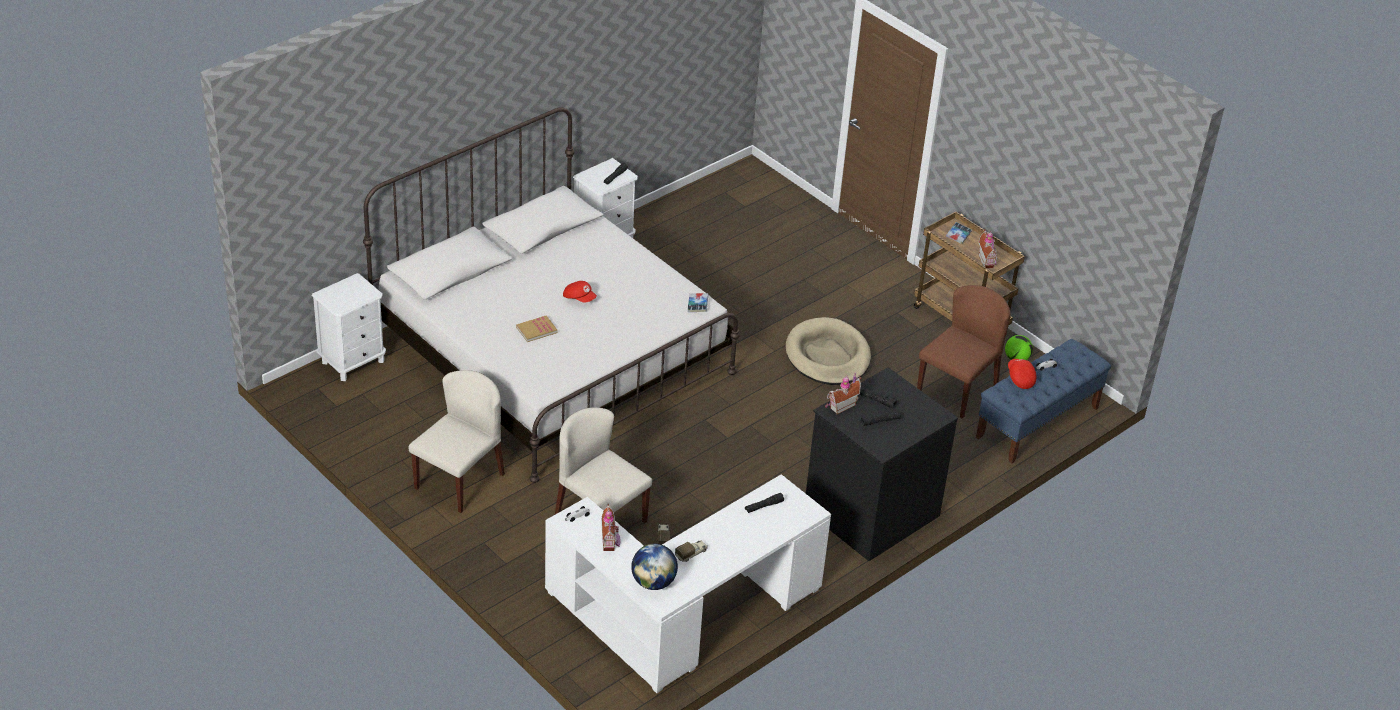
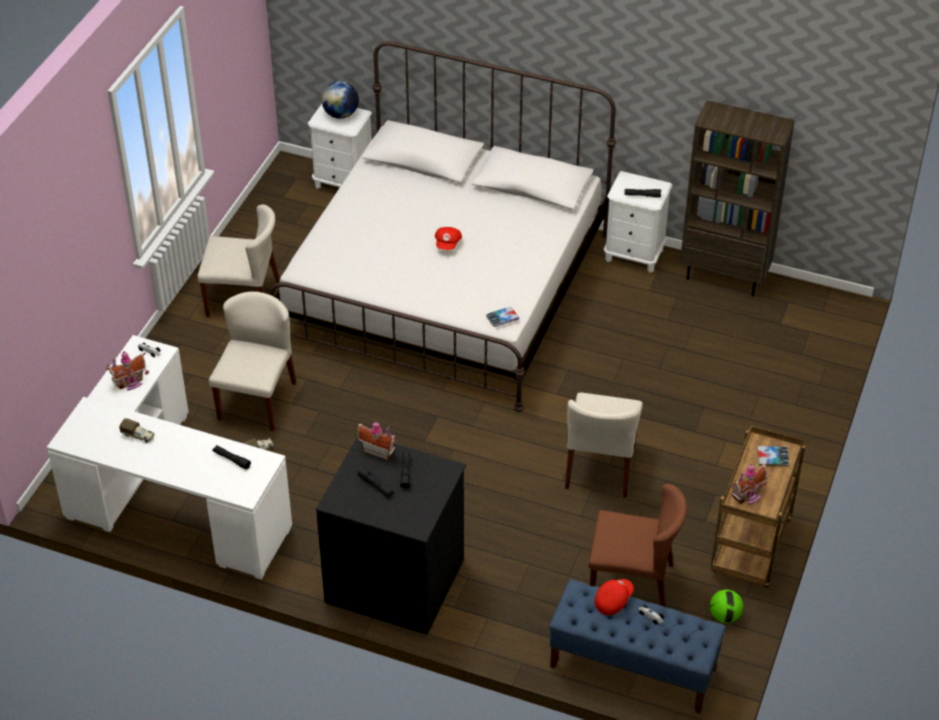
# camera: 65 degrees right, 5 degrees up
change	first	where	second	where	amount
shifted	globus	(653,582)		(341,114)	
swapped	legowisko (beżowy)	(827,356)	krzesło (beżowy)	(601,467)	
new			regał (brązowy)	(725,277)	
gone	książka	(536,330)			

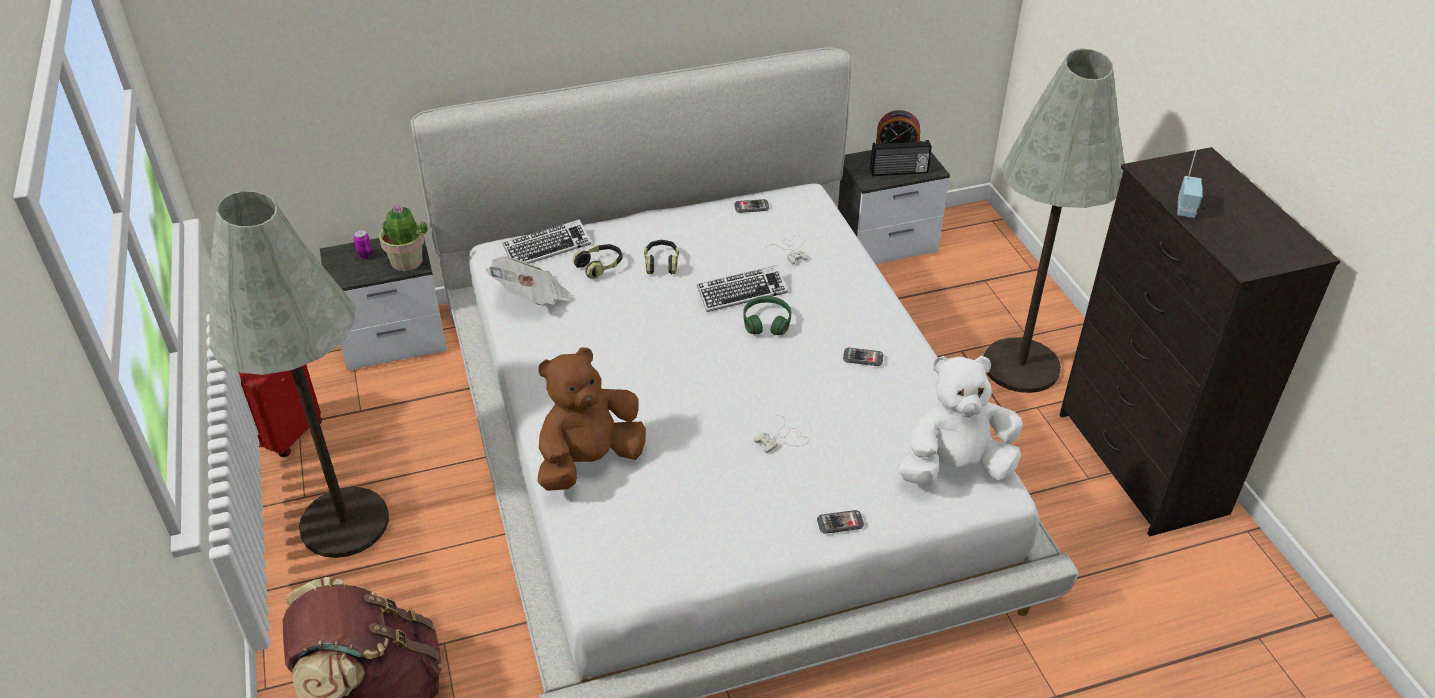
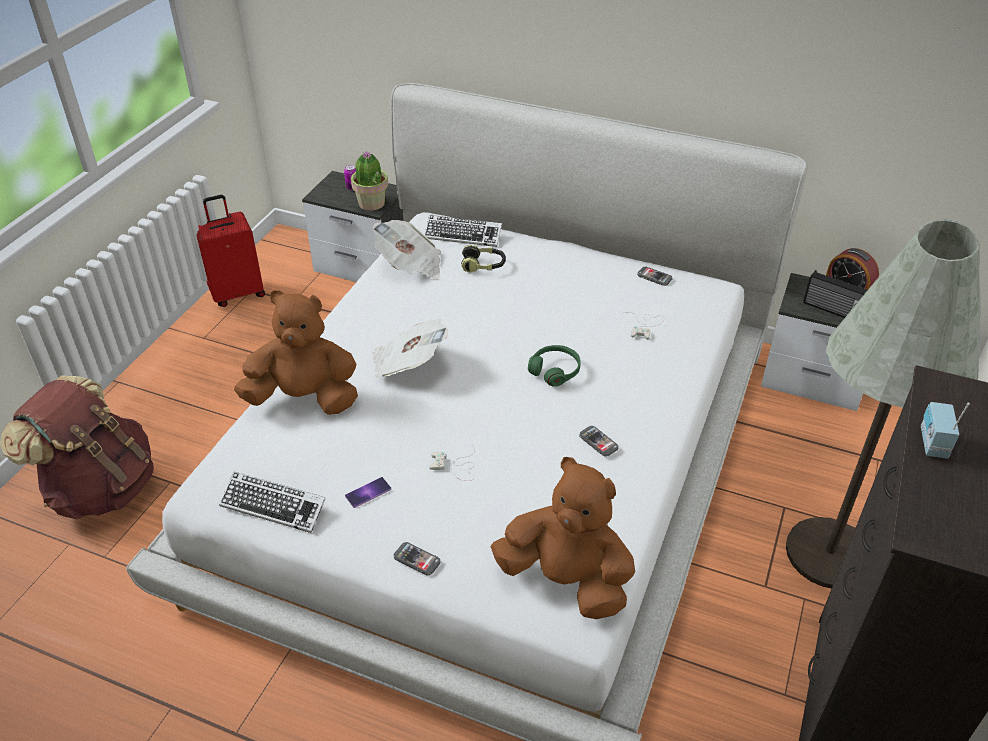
# camera: 40 degrees right, 0 degrees up
change	first	where	second	where	amount
shifted	klawiatura	(742,293)		(273,506)	
new			telefon	(368,492)	
new			gazeta	(408,364)	
repainted	pluszak (biały)	(955,468)	pluszak (brązowy)	(566,580)	
rotated	radio	(1187,209)		(931,443)	135 degrees clockwise
gone	lampa stojąca (szary)	(344,523)			
gone	słuchawki	(661,263)			

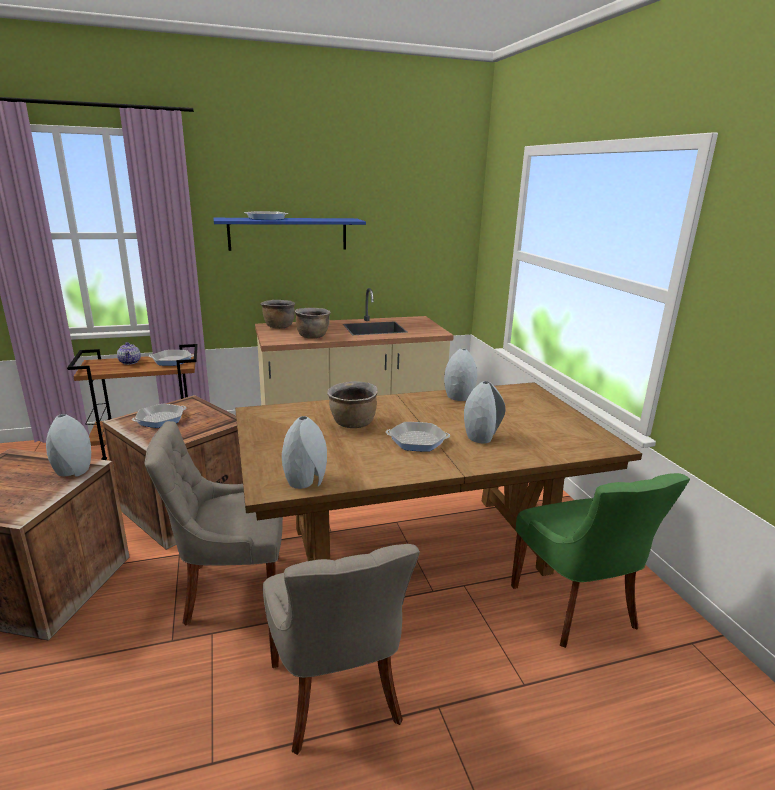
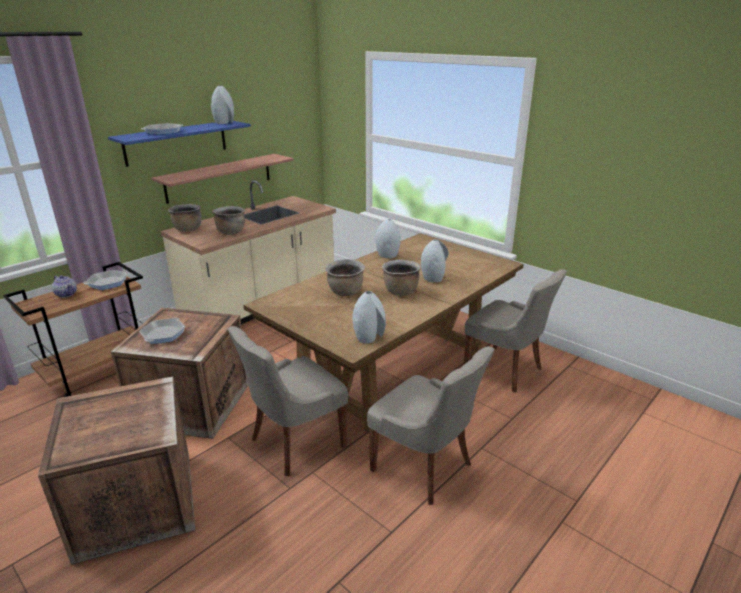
# camera: 30 degrees left, 5 degrees up
change	first	where	second	where	amount
new			półka	(219,177)	
shifted	wazon (szary)	(74,471)		(225,123)	
swapped	patelnia	(417,441)	garnek (brązowy)	(400,291)	
repainted	krzesło (zielony)	(575,608)	krzesło (szary)	(505,370)	

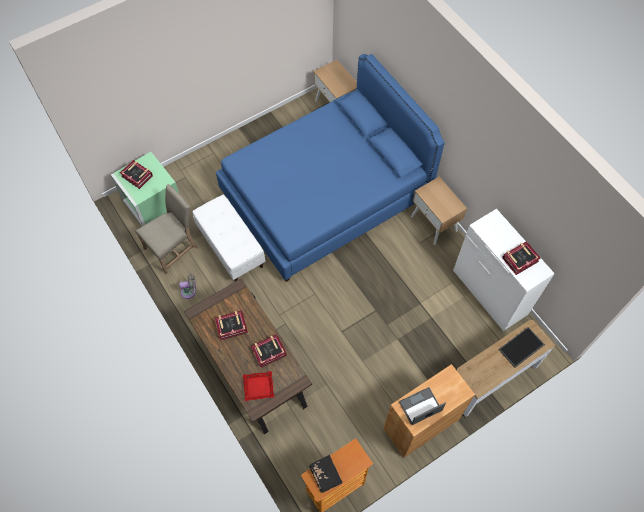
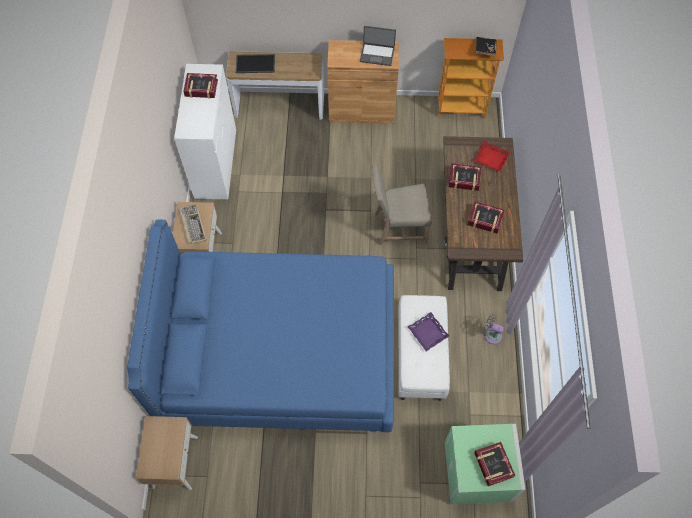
# camera: 145 degrees left, 0 degrees up
change	first	where	second	where	amount
new			klawiatura	(192,224)	
shifted	krzesło (beżowy)	(173,248)		(398,227)	
new			taca (fioletowy)	(428,333)	

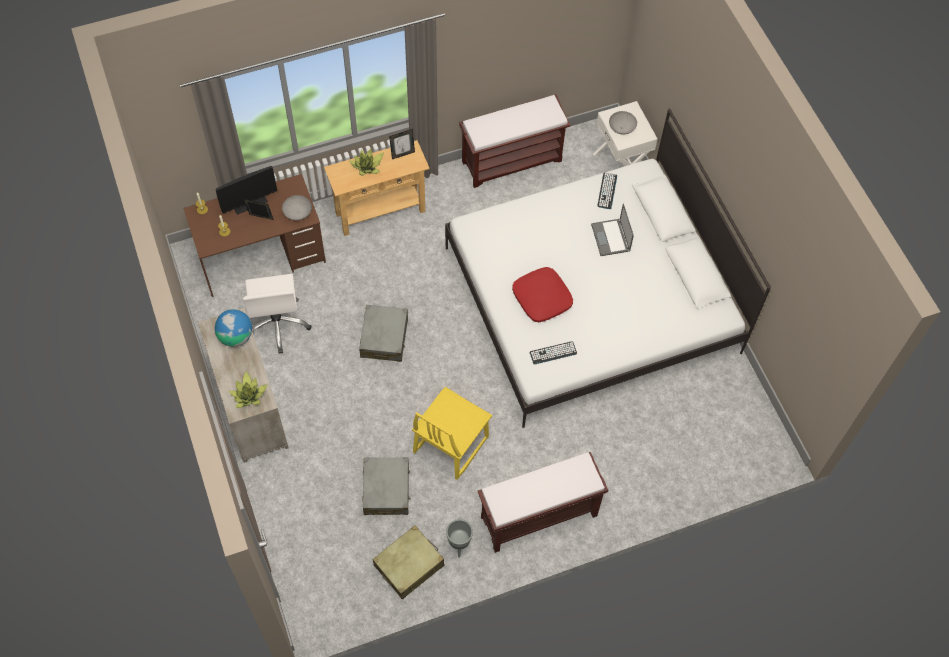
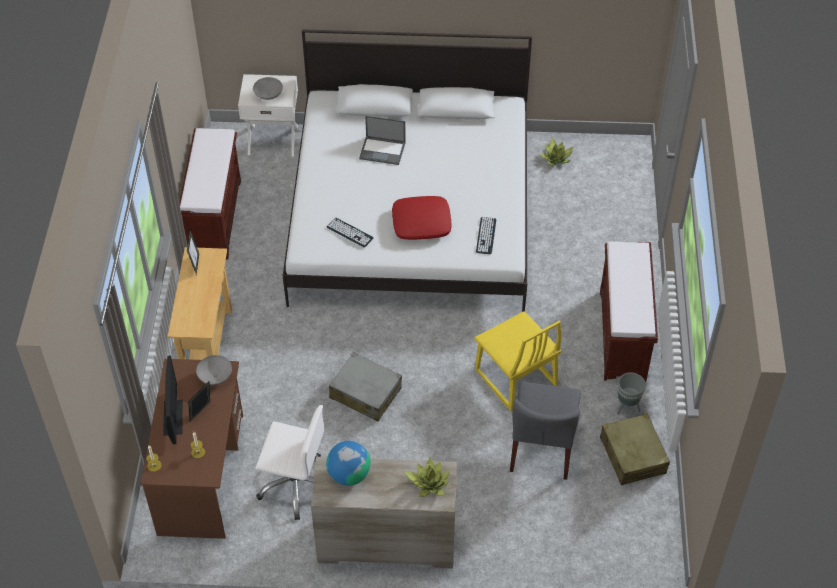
# camera: 65 degrees left, 10 degrees down
change	first	where	second	where	amount
shifted	klawiatura	(607,191)		(350,233)	
swapped	walizka (szary)	(386,490)	krzesło (szary)	(542,448)	
shifted	roślina doniczkowa	(367,167)		(556,158)	

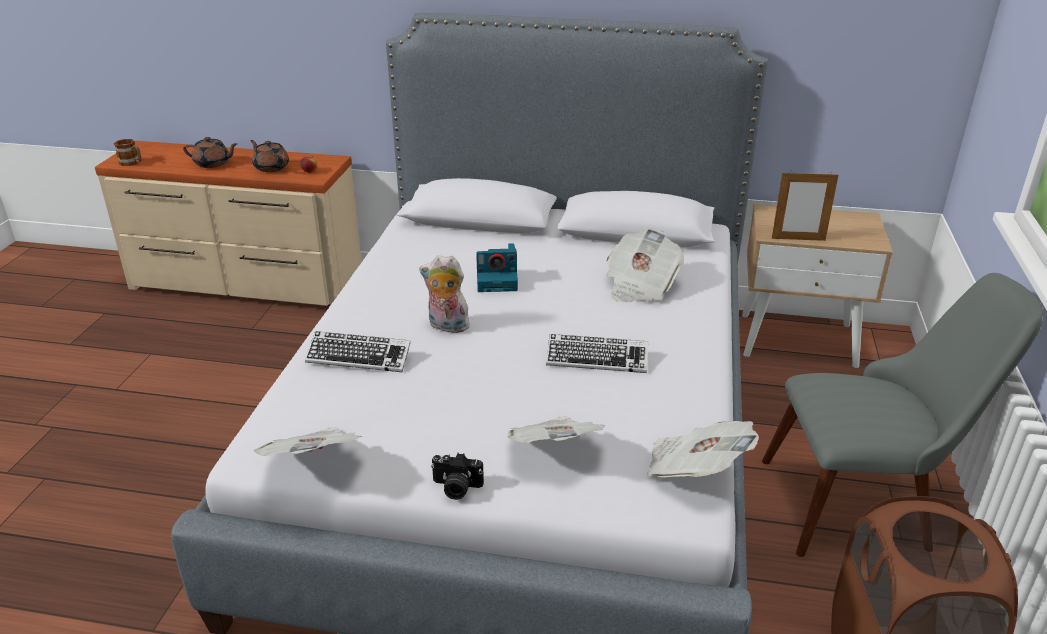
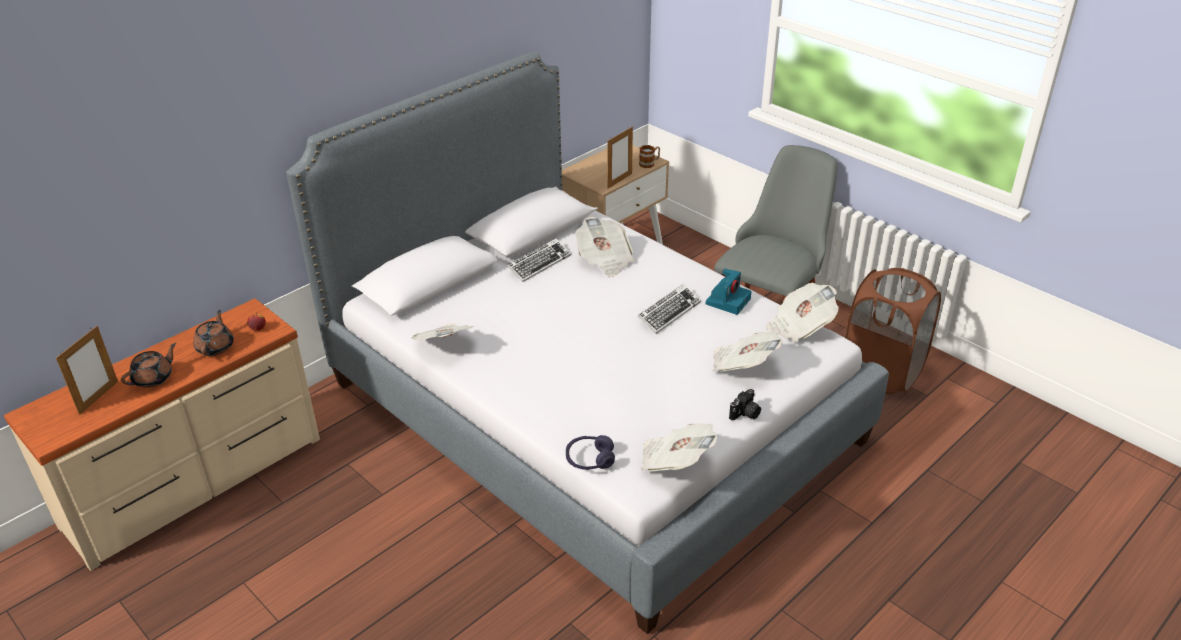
# camera: 55 degrees left, 5 degrees up
change	first	where	second	where	amount
new			ramka na zdjęcie	(98,397)	
rotated	imbryk (brązowy)	(271,167)		(216,347)	105 degrees clockwise
new			gazeta	(444,345)	
shifted	klawiatura	(359,357)		(539,263)	
new			słuchawki (fioletowy)	(590,459)	
shifted	kubek	(132,163)		(649,163)	
shifted	aparat fotograficzny	(498,280)		(728,301)	
gone	pluszak	(446,327)			

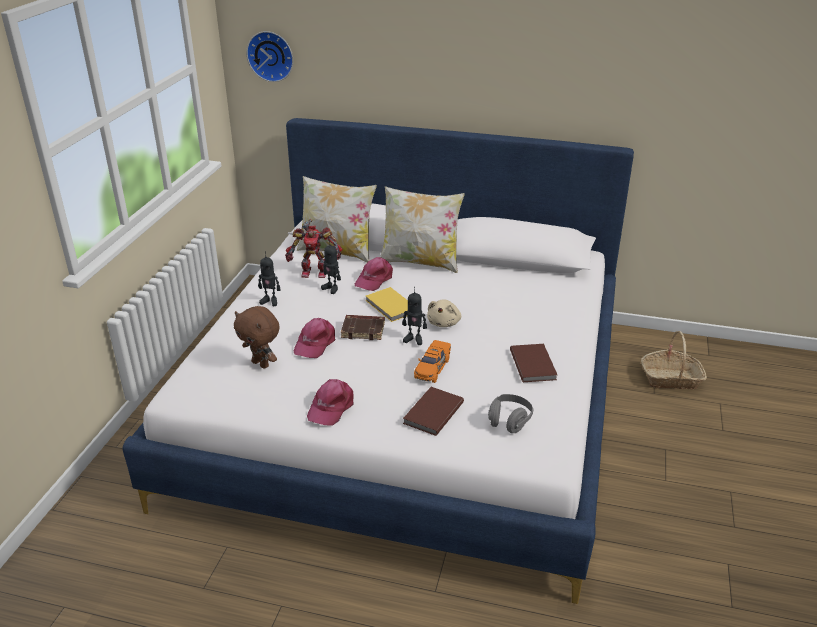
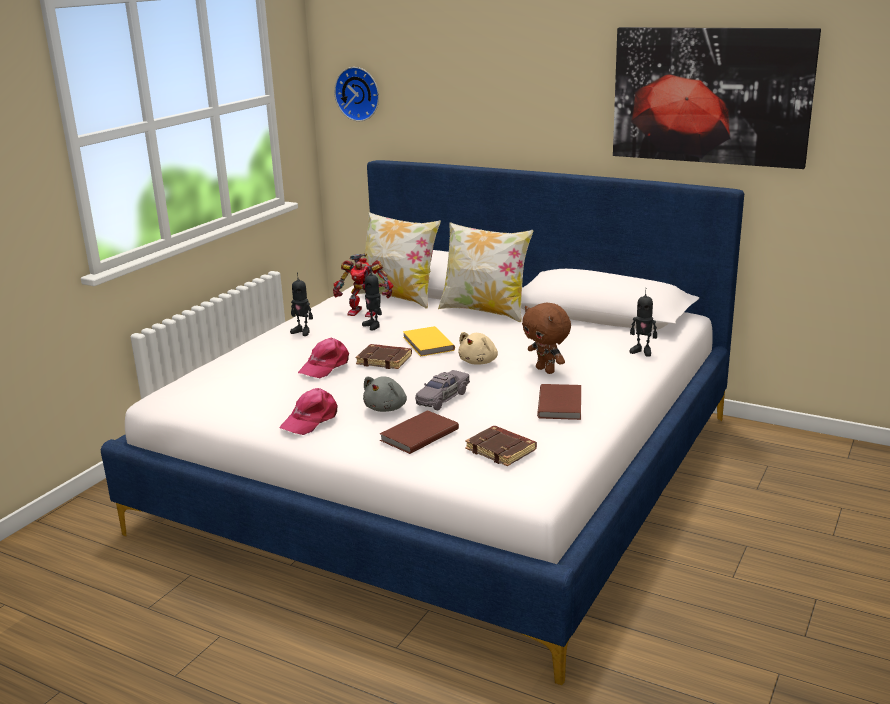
# camera: 15 degrees right, 10 degrees down
change	first	where	second	where	amount
new			pluszak (szary)	(387,408)	
repainted	samochodzik (pomarańczowy)	(432,368)	samochodzik (szary)	(442,398)	
swapped	słuchawki (szary)	(509,421)	książka (brązowy)	(502,450)	
shifted	pluszak (brązowy)	(261,364)		(546,370)	
new			obraz	(710,96)	
shifted	robot zabawkowy	(414,339)		(642,351)	
gone	czapka z daszkiem (różowy)	(374,279)			
gone	koszyk	(671,379)			

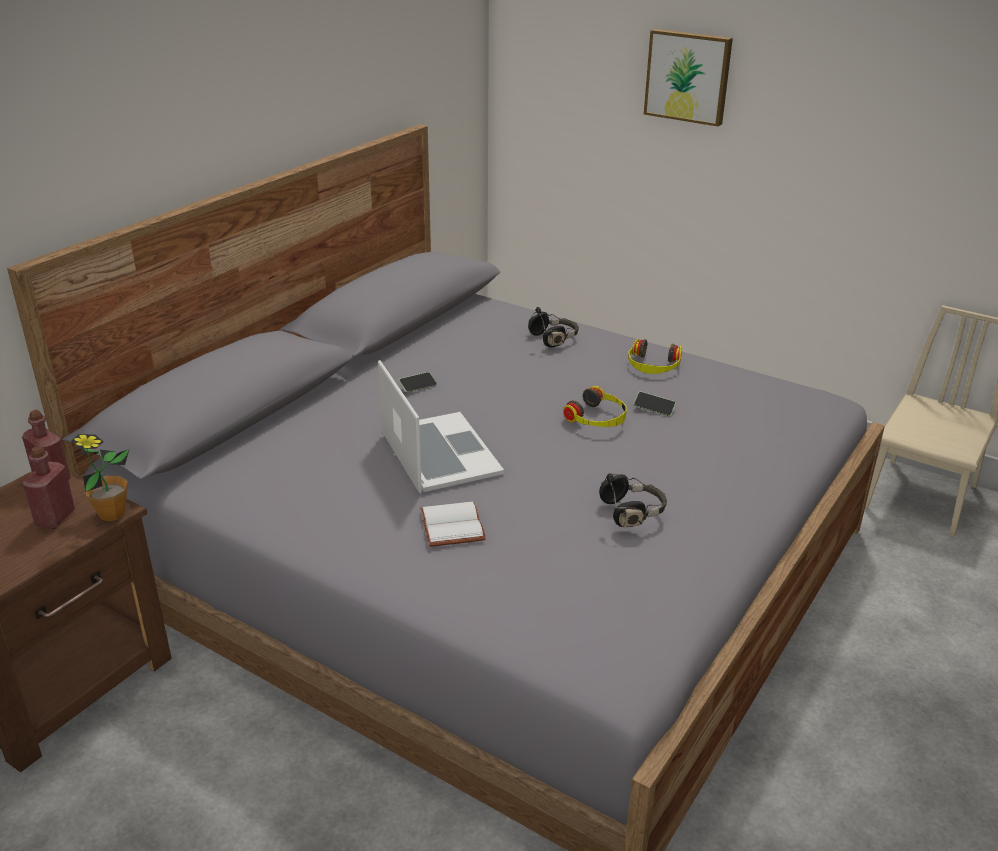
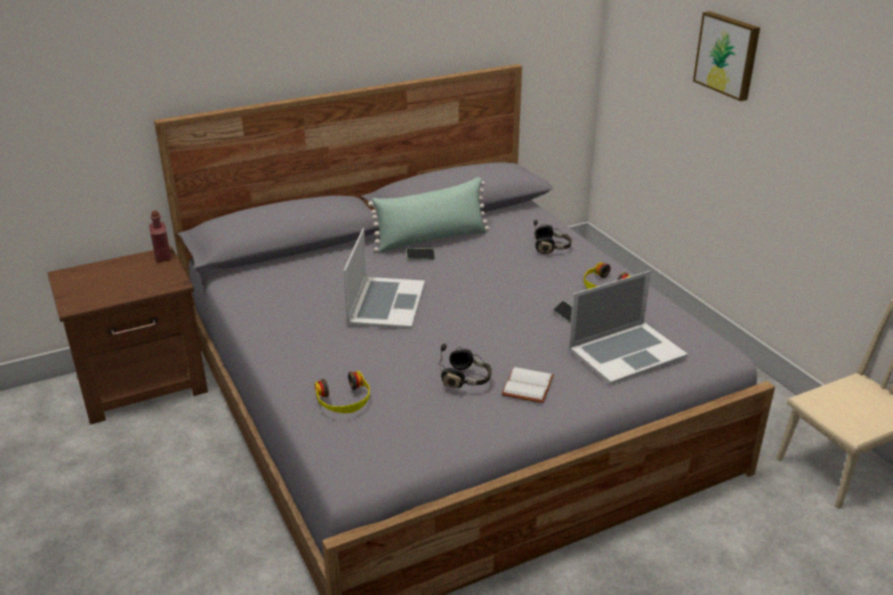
# camera: 30 degrees right, 0 degrees up
change	first	where	second	where	amount
shifted	słuchawki	(597,418)		(344,401)	
new			poduszka (zielony)	(431,239)	
shifted	książka (biały)	(454,526)		(529,387)	
new			laptop	(626,352)	
gone	butelka (czerwony)	(55,518)			
gone	roślina doniczkowa	(112,514)			

